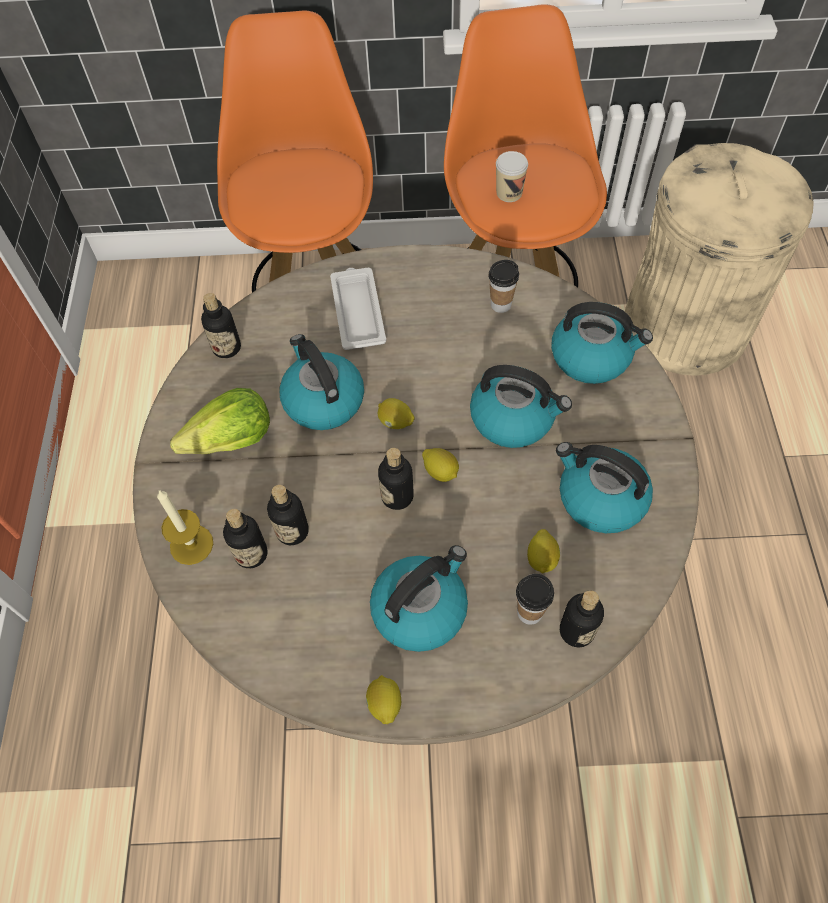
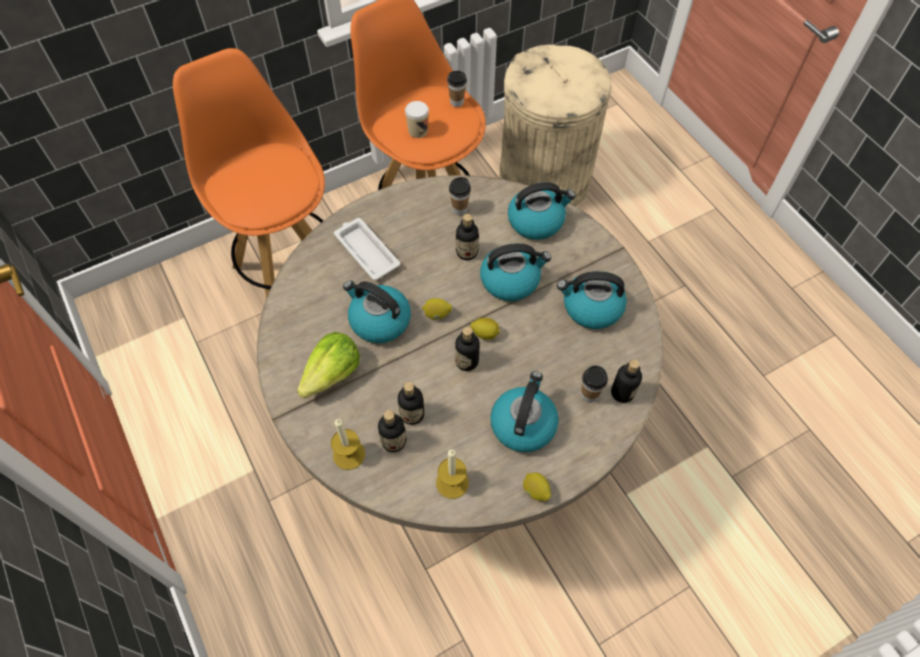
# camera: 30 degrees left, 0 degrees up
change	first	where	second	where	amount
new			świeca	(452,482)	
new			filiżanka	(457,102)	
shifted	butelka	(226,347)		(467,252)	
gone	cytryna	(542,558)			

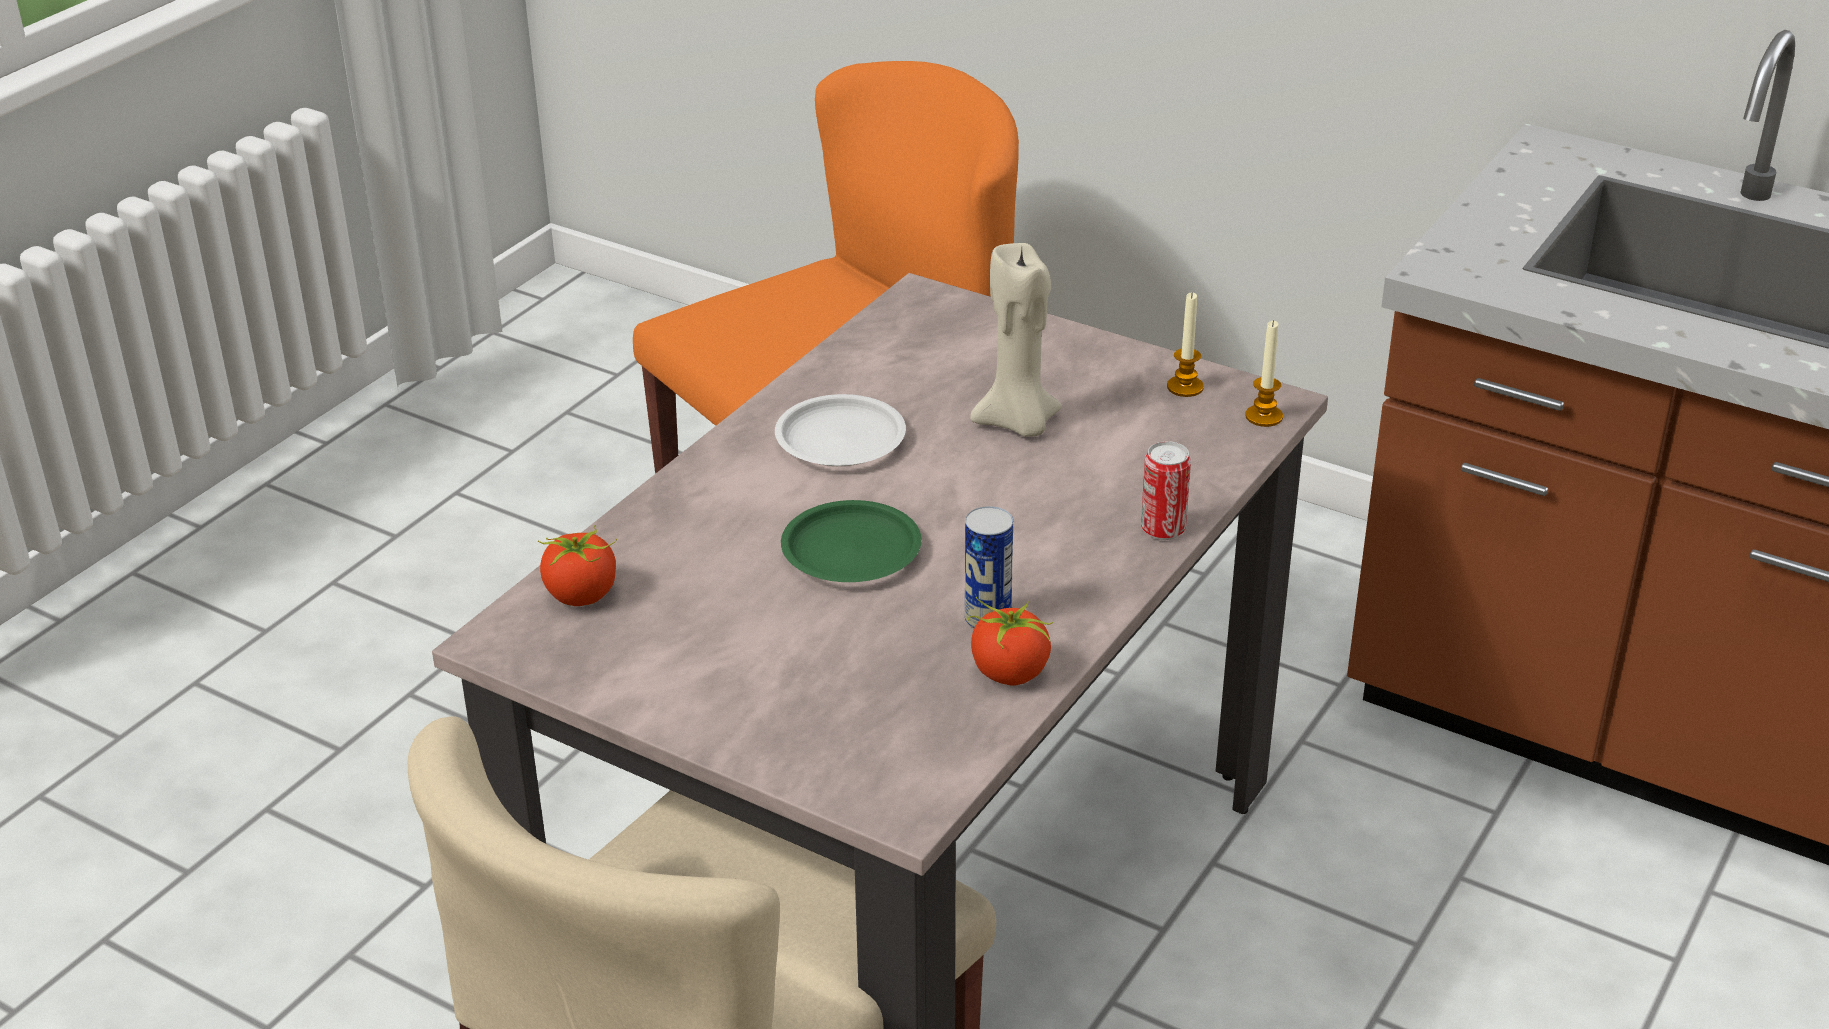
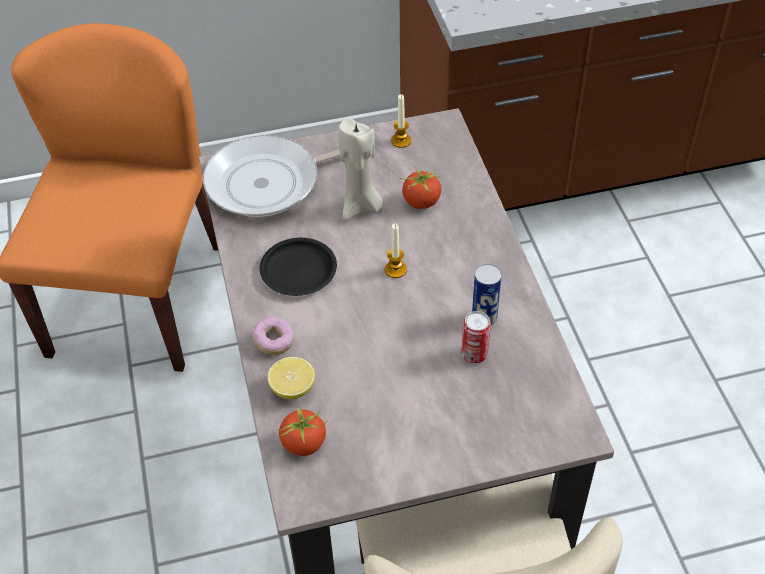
# camera: 45 degrees left, 15 degrees up
change	first	where	second	where	amount
new			patelnia	(270,182)	
new			donut	(274,342)	
repainted	talerz (biały)	(839,439)	talerz (czarny)	(298,271)	
new			cytryna	(293,388)	
shifted	świeca	(1264,416)		(395,269)	
shifted	pomidor	(1009,673)		(421,202)	
shifted	puszka	(1163,529)		(474,354)	
gone	talerz (zielony)	(851,552)			

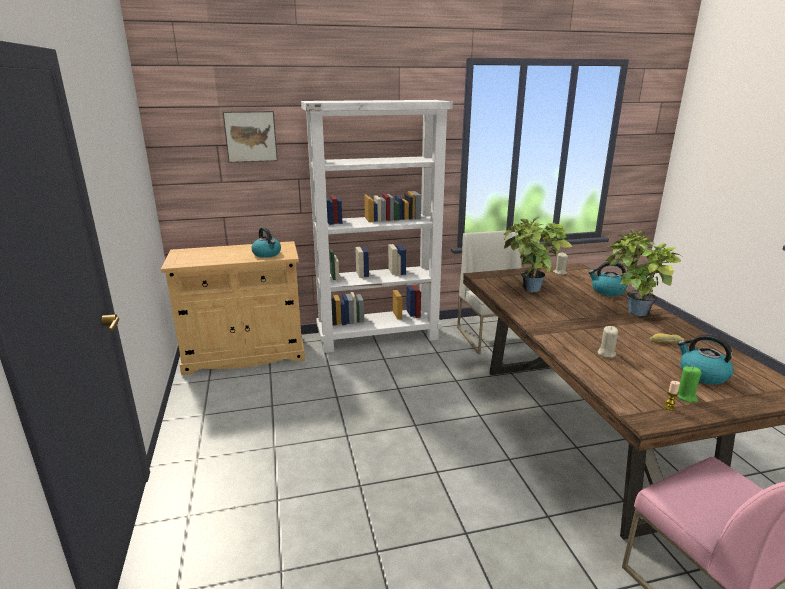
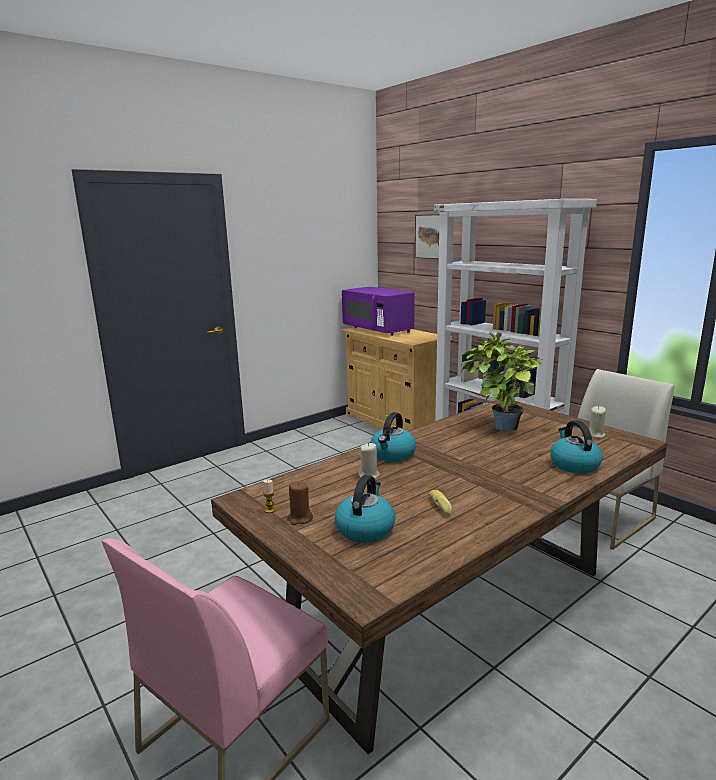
# camera: 65 degrees right, 5 degrees down
change	first	where	second	where	amount
repainted	świeca (zielony)	(686,397)	świeca (brązowy)	(300,519)	
new			mikrofalówka (fioletowy)	(377,330)	
shifted	czajnik	(267,254)		(392,455)	
gone	roślina doniczkowa	(631,312)			

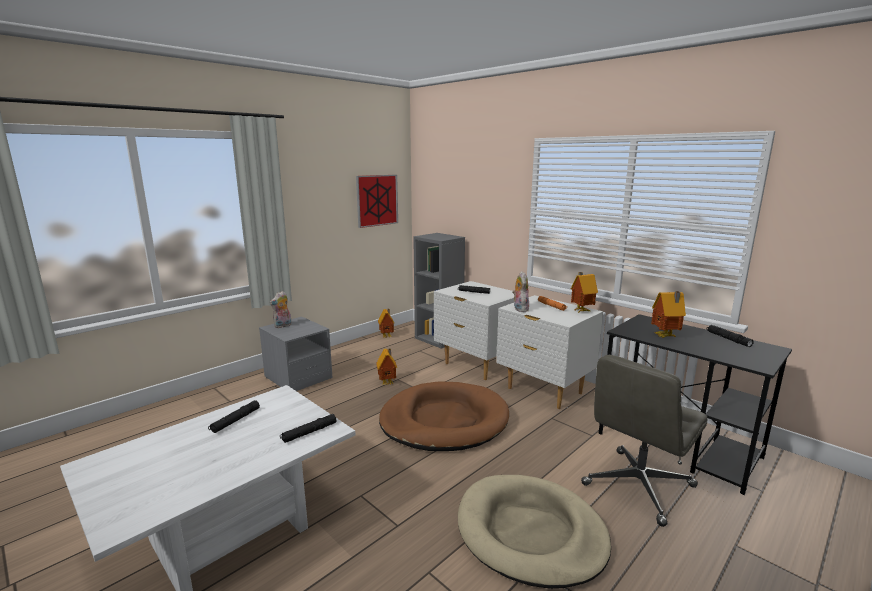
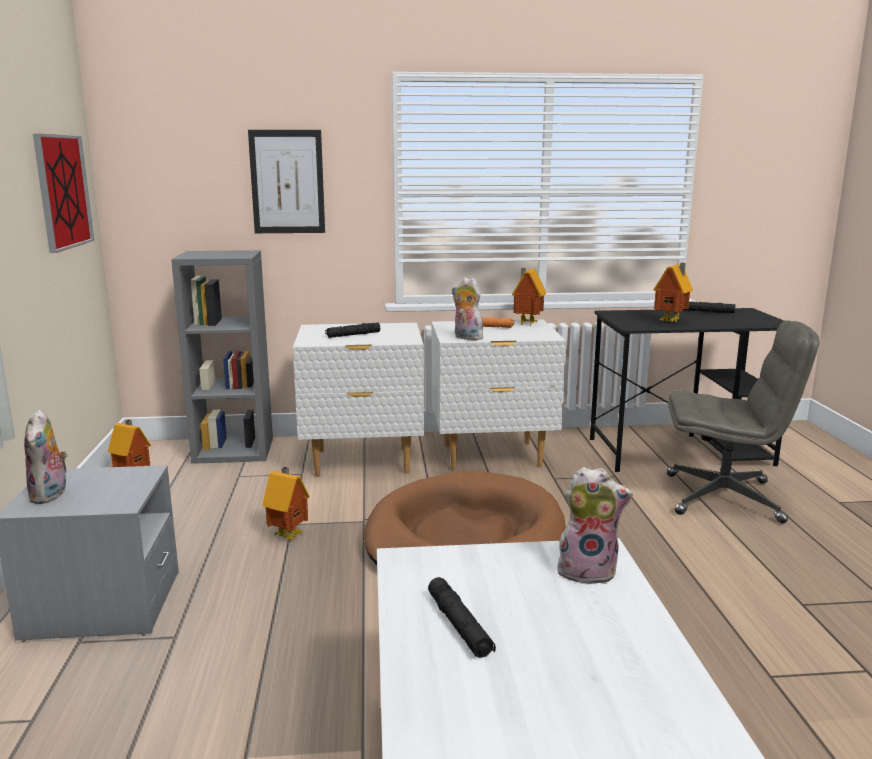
# camera: 50 degrees left, 0 degrees up
change	first	where	second	where	amount
new			obraz	(287,182)	
swapped	latarka (czarny)	(309,432)	pluszak	(588,571)	
rotated	krzesło biurowe (szary)	(638,486)		(724,498)	75 degrees counterclockwise
gone	legowisko (beżowy)	(530,533)			

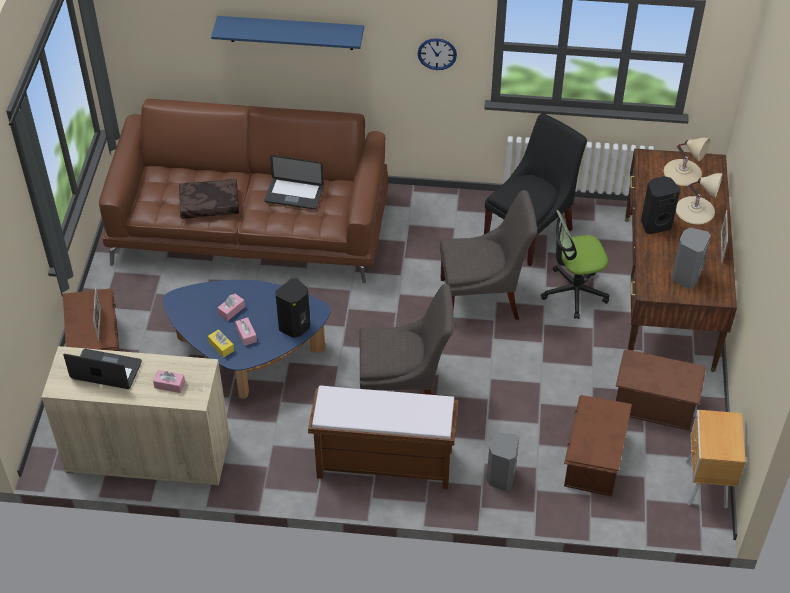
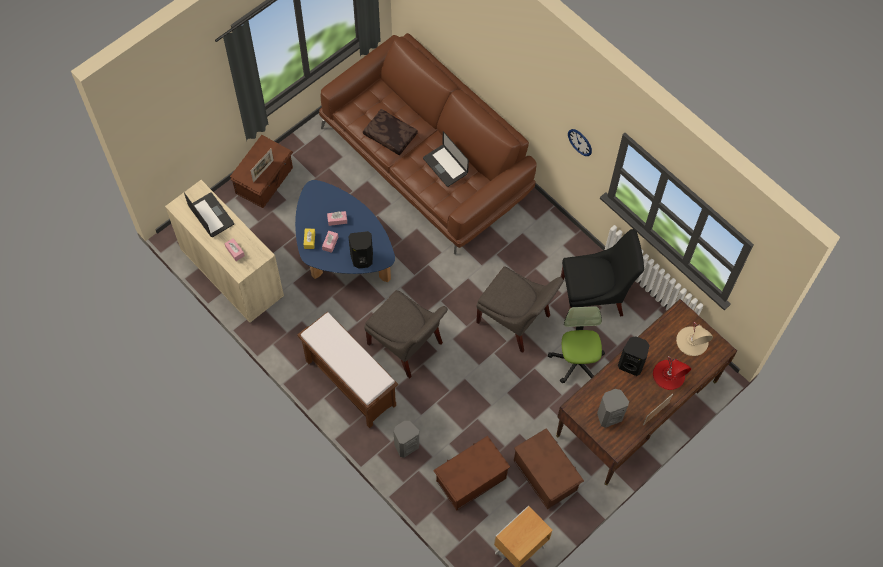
# camera: 40 degrees right, 15 degrees up
change	first	where	second	where	amount
rotated	krzesło biurowe	(574,292)		(576,361)	60 degrees clockwise
repainted	lampa stołowa (beżowy)	(695,210)	lampa stołowa (czerwony)	(669,374)	
gone	półka (niebieski)	(291,32)			

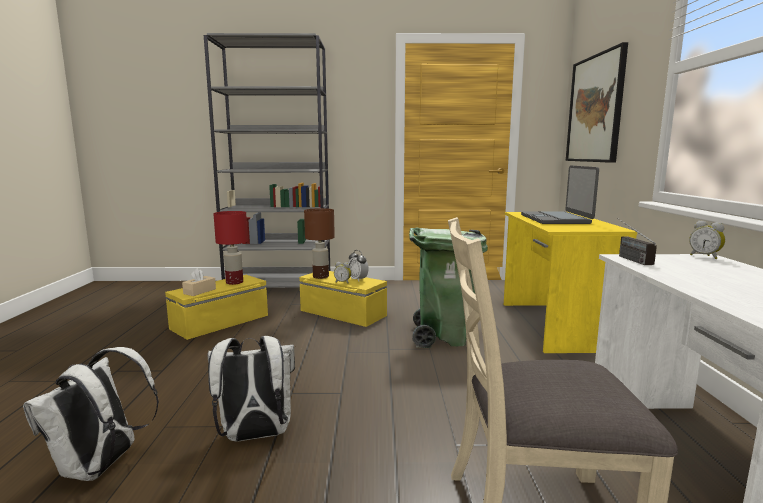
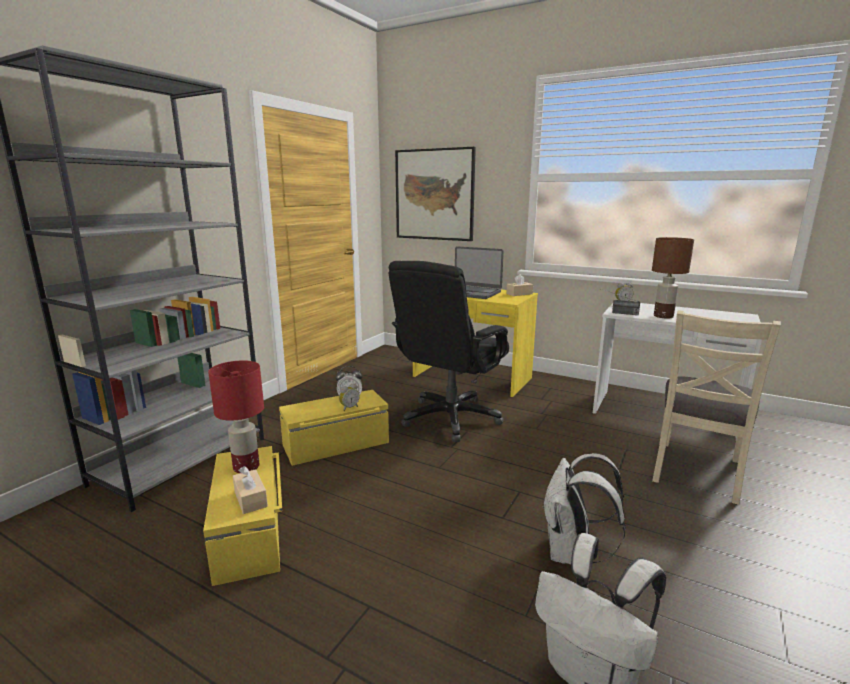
# camera: 60 degrees left, 5 degrees up
change	first	where	second	where	amount
swapped	kosz na śmieci (zielony)	(442,337)	krzesło biurowe (czarny)	(450,418)	
new			pudełko chusteczek (beżowy)	(519,294)	
shifted	lampa stołowa (brązowy)	(320,277)		(663,316)	

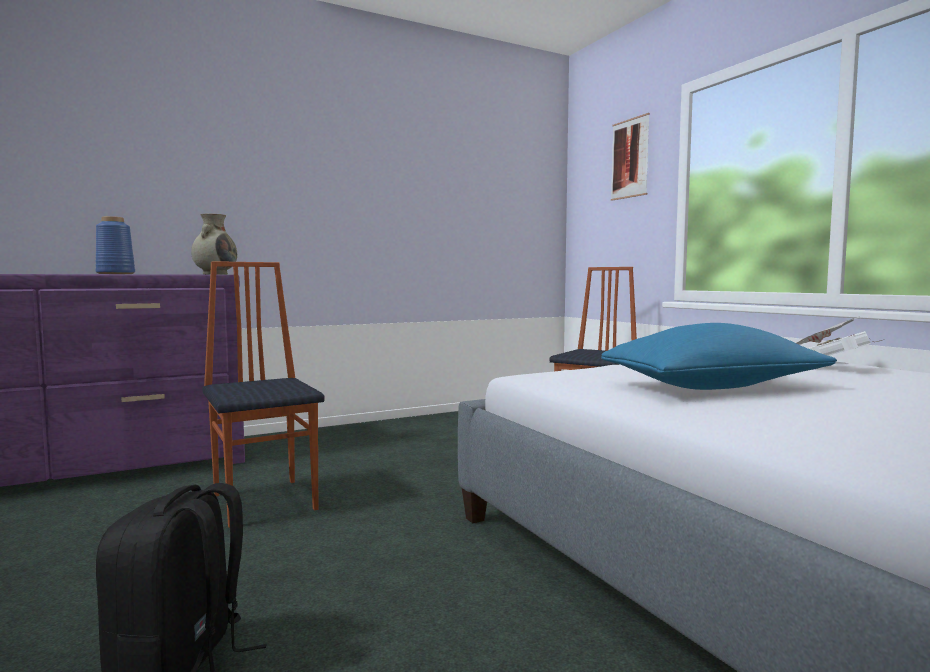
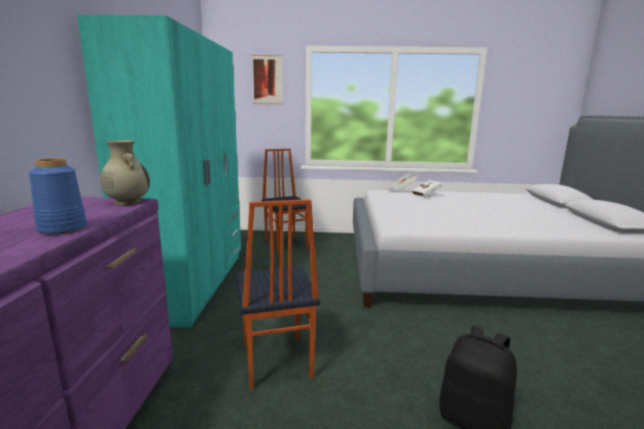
# camera: 60 degrees left, 10 degrees up
change	first	where	second	where	amount
new			szafa (turkusowy)	(193,283)	
rotated	krzesło	(266,501)		(275,361)	105 degrees counterclockwise
gone	poduszka (niebieski)	(713,388)			

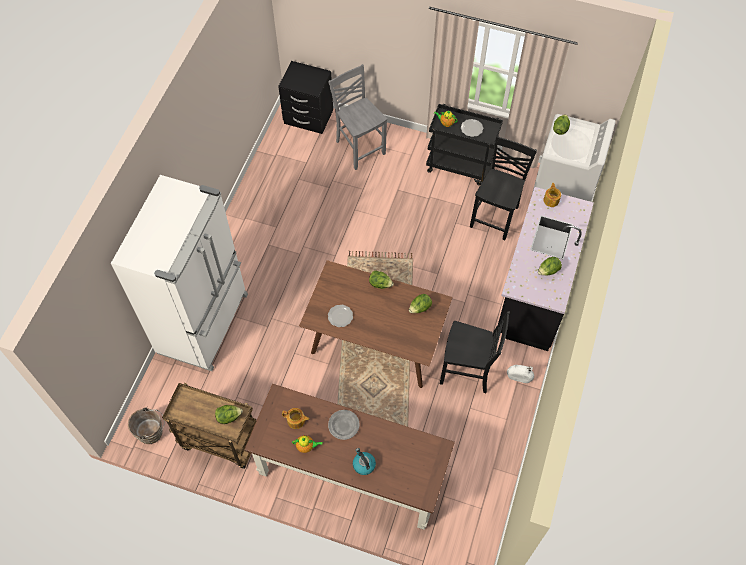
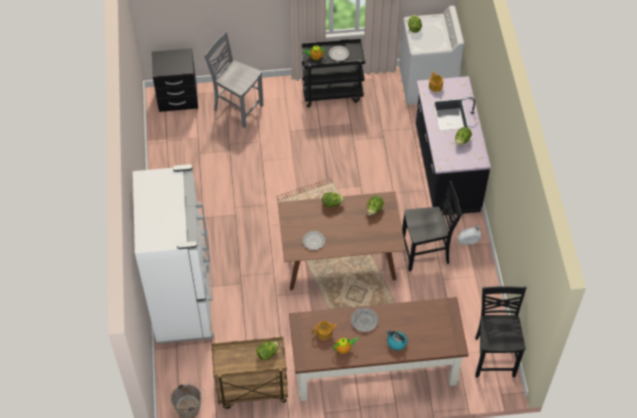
# camera: 25 degrees left, 5 degrees down
change	first	where	second	where	amount
shifted	krzesło (czarny)	(496,217)		(494,356)	

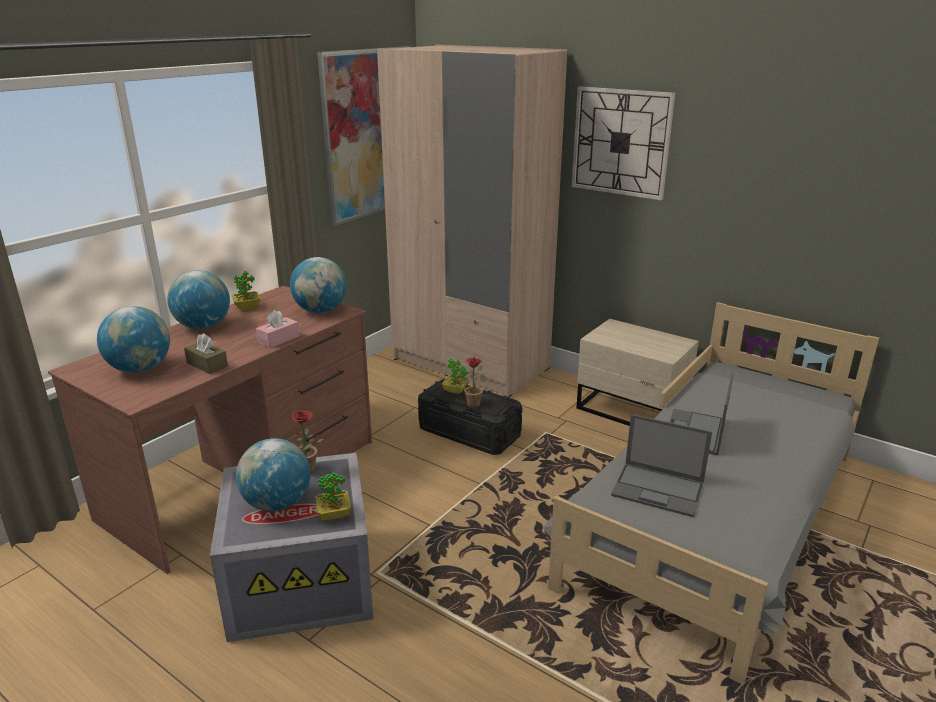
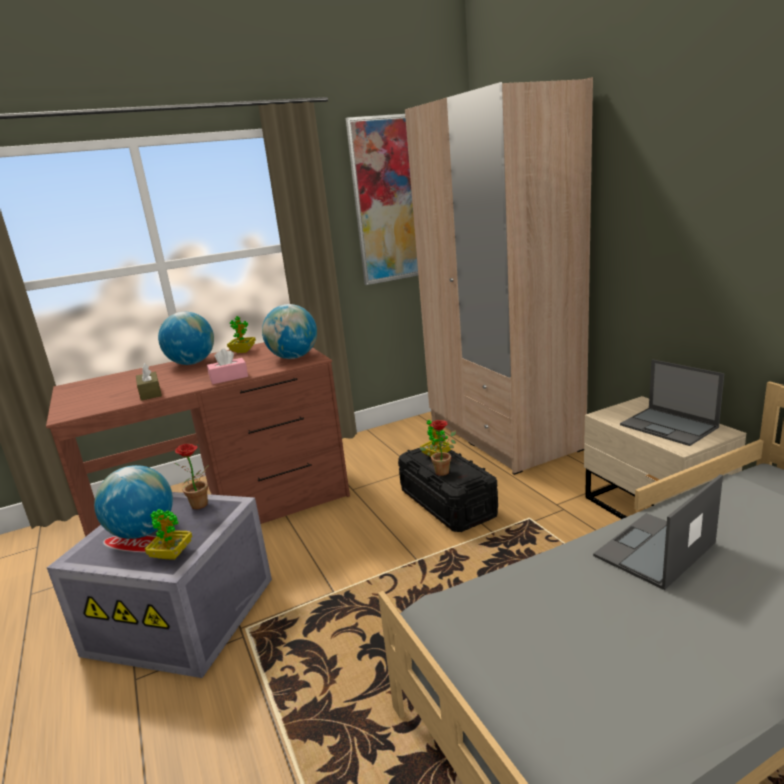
# camera: 30 degrees right, 5 degrees down
change	first	where	second	where	amount
shifted	laptop	(659,489)		(669,426)	
gone	globus	(140,369)			
gone	zegar ścienny	(621,142)			

